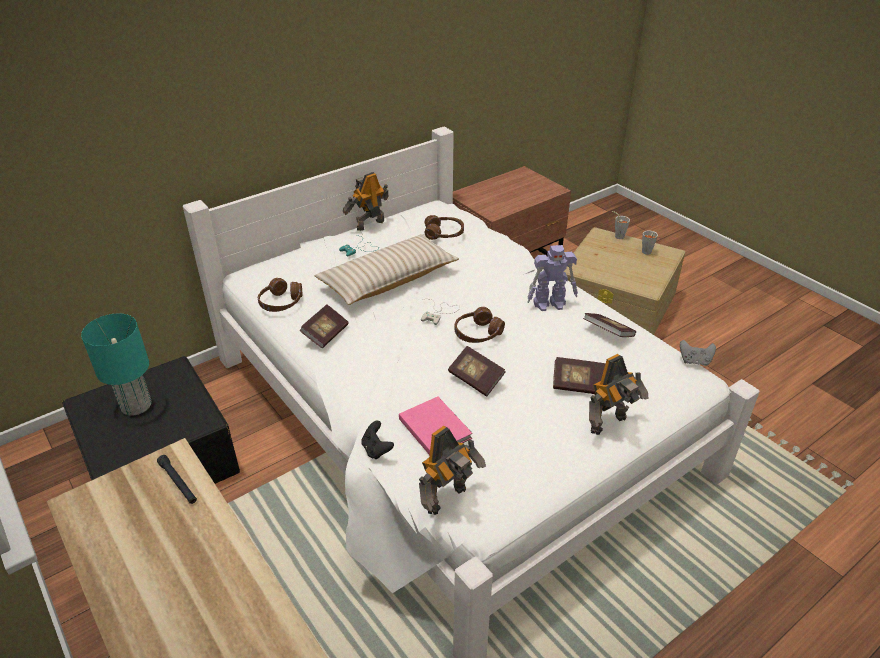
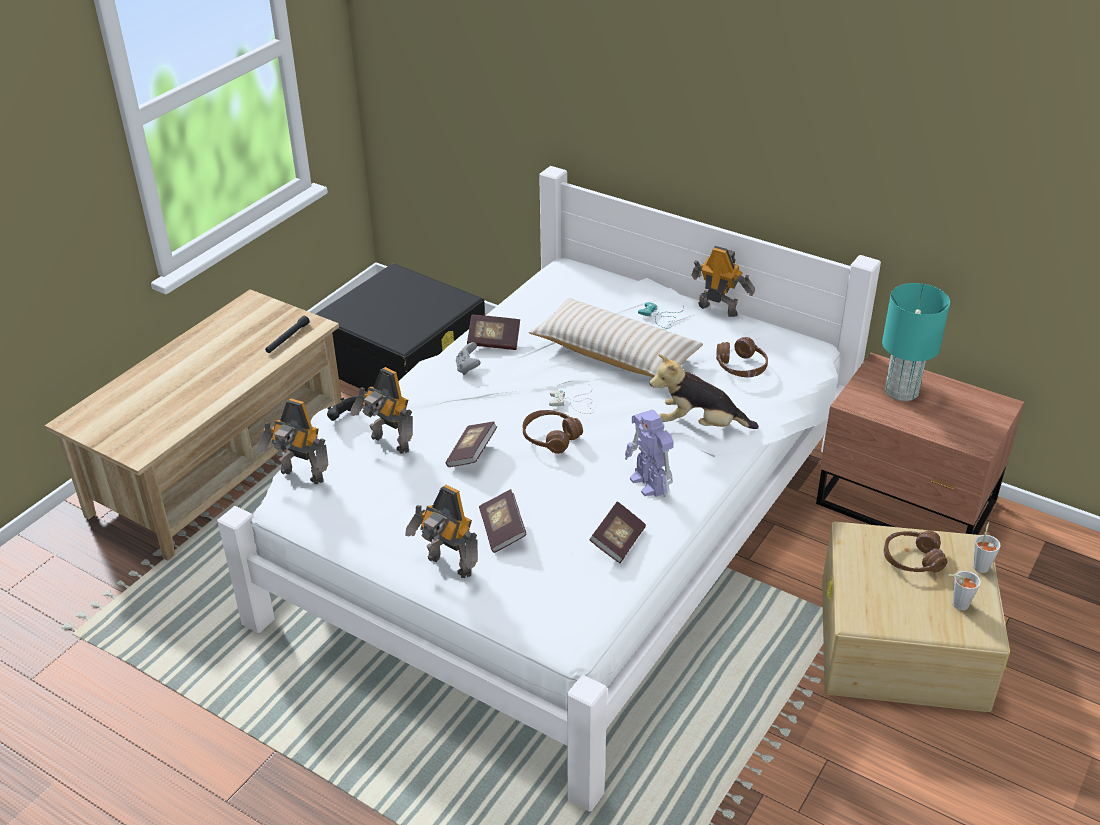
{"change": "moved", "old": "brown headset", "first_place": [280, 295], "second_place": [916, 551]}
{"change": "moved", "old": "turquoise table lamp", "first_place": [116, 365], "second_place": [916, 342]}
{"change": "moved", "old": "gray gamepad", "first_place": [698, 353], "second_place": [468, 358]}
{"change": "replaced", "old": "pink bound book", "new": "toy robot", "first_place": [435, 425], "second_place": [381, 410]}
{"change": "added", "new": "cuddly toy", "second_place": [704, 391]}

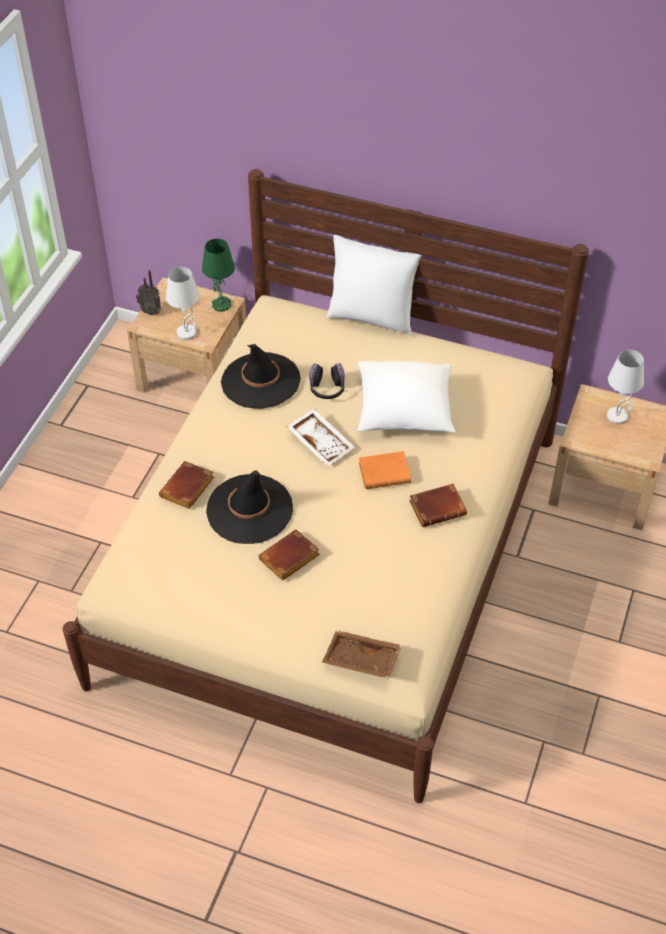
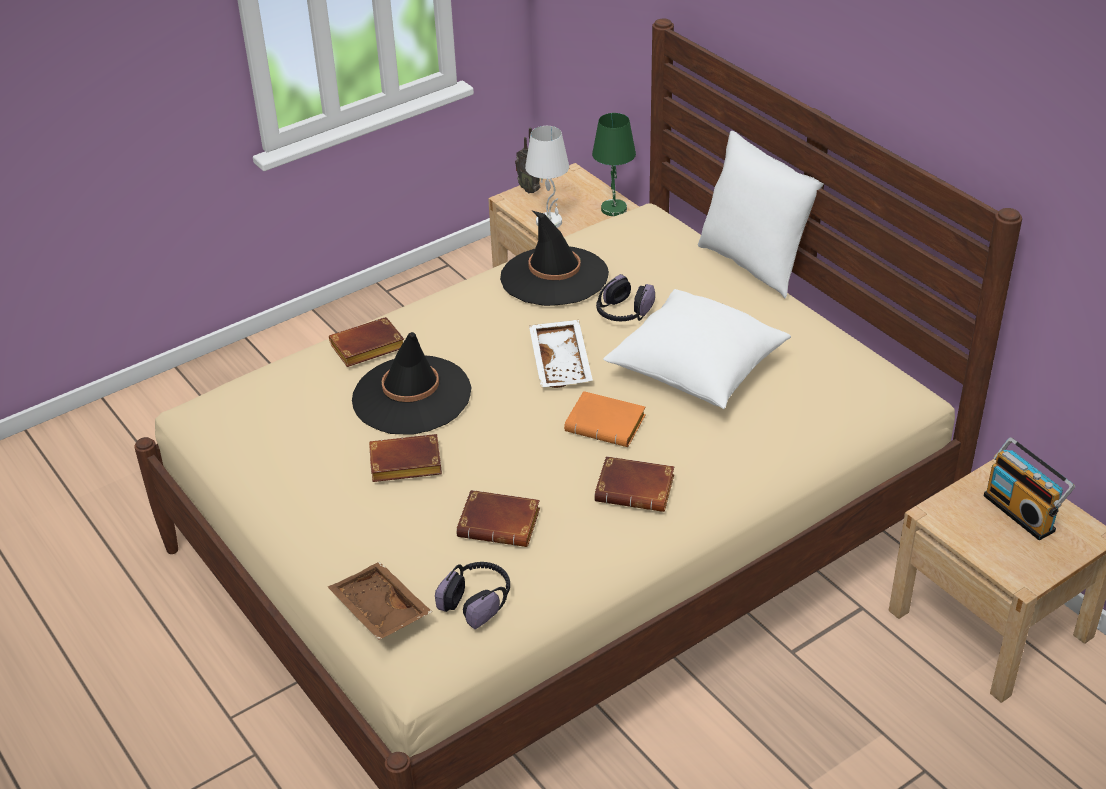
{"change": "replaced", "old": "white-coloured table lamp", "new": "radio receiver", "first_place": [625, 387], "second_place": [1029, 488]}
{"change": "added", "new": "brown bound book", "second_place": [498, 518]}
{"change": "added", "new": "headset", "second_place": [472, 595]}

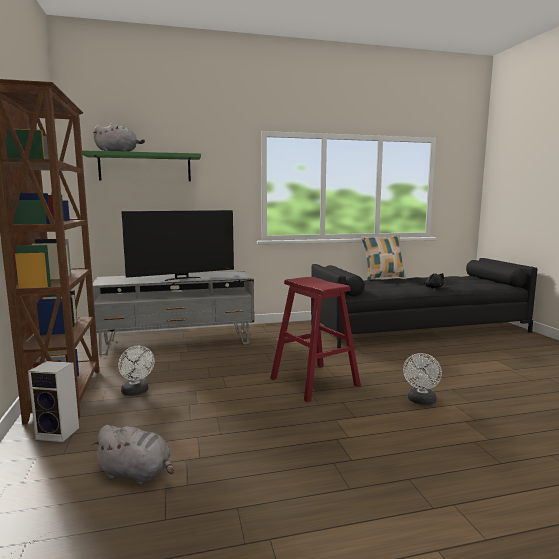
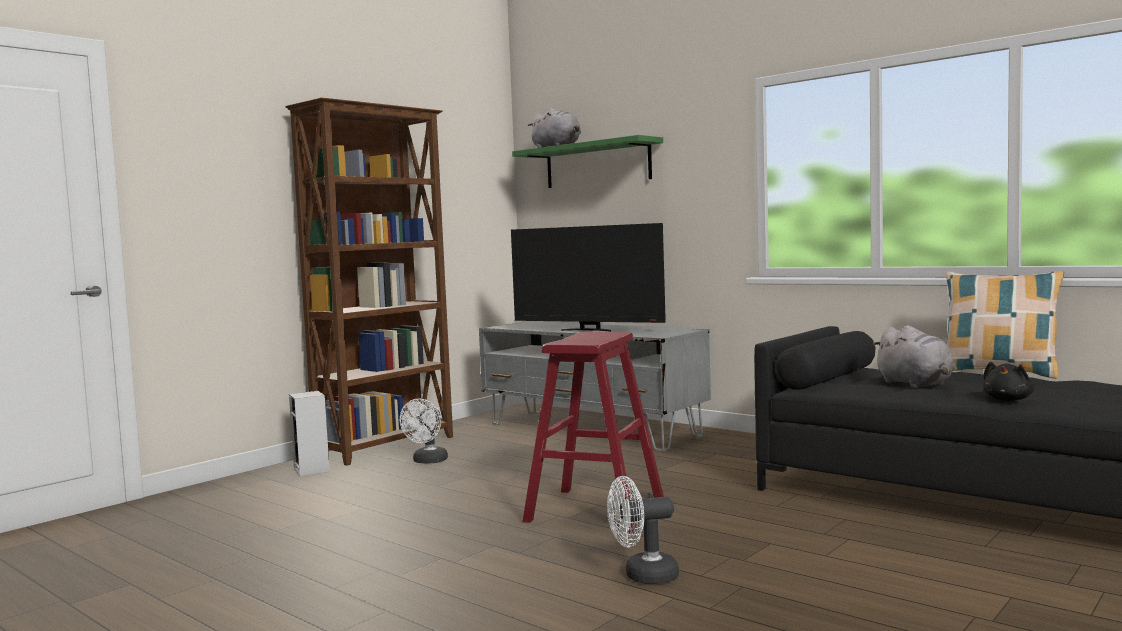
{"change": "moved", "old": "gray cuddly toy", "first_place": [132, 454], "second_place": [913, 356]}

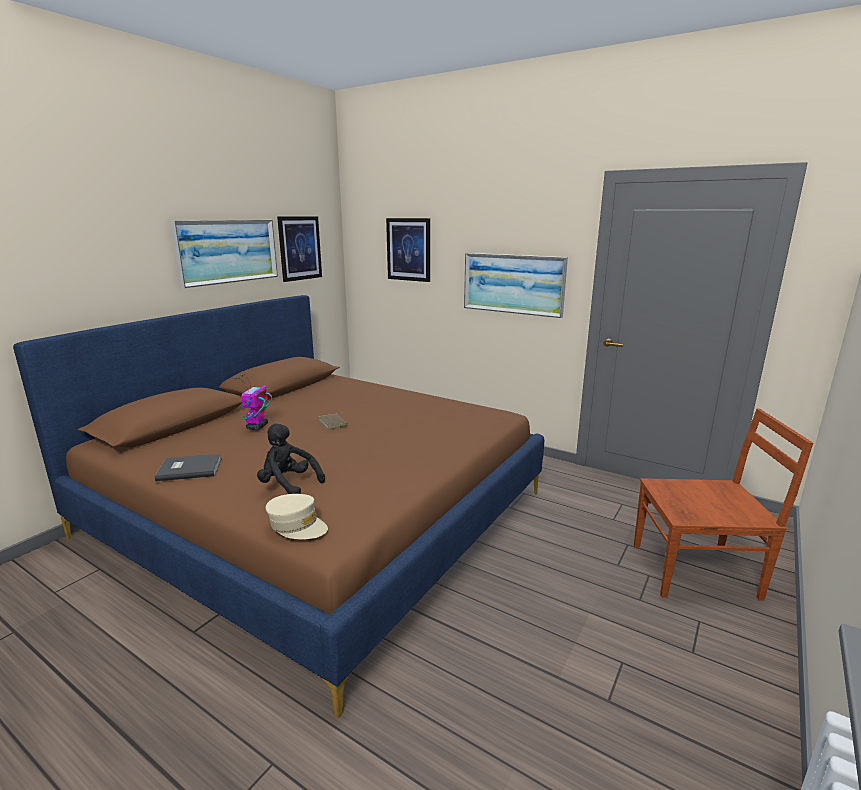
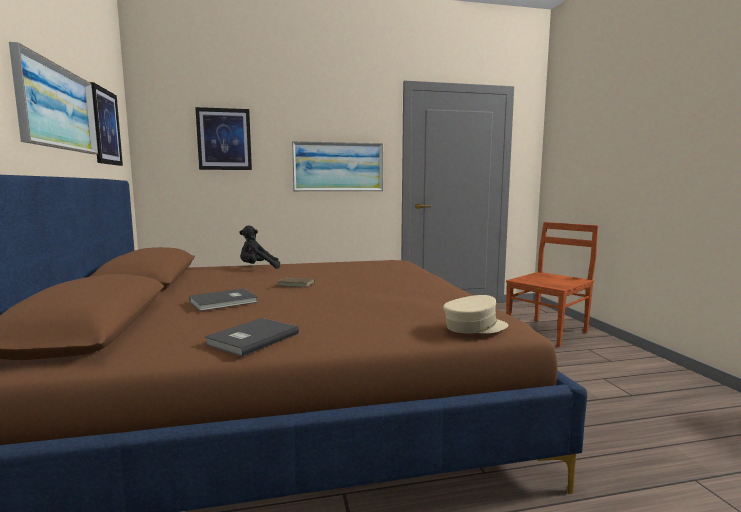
{"change": "replaced", "old": "toy robot", "new": "gray bound book", "first_place": [253, 402], "second_place": [223, 300]}
{"change": "moved", "old": "black-coloured cuddly toy", "first_place": [291, 459], "second_place": [259, 247]}

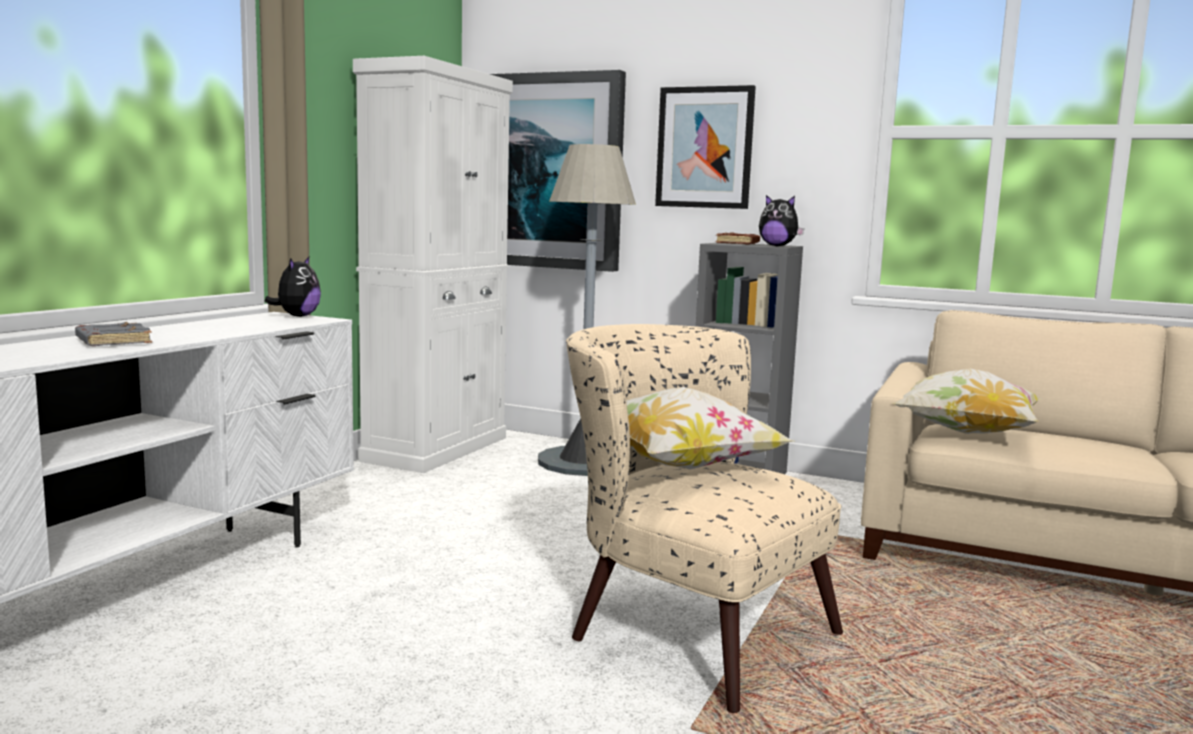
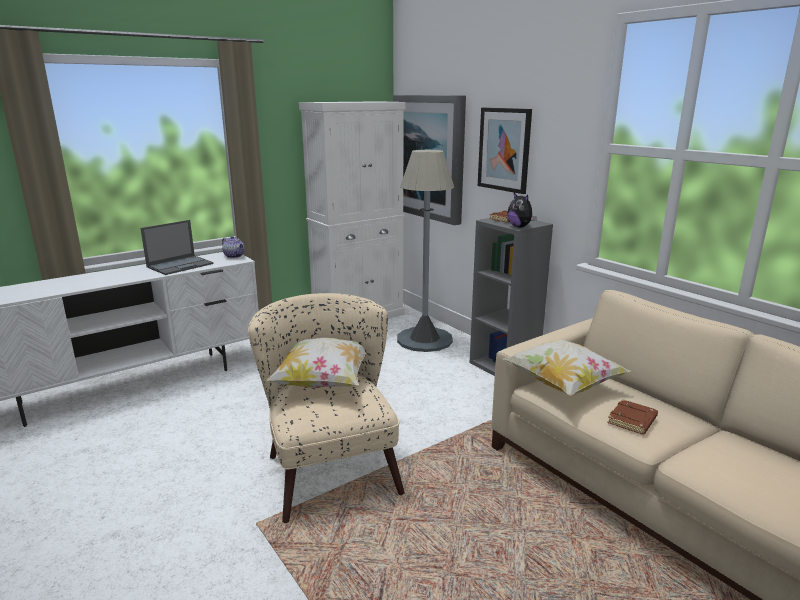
{"change": "replaced", "old": "cuddly toy", "new": "teapot", "first_place": [293, 287], "second_place": [233, 247]}
{"change": "removed", "old": "gray bound book", "first_place": [113, 334]}
{"change": "added", "new": "portable computer", "second_place": [177, 247]}
{"change": "added", "new": "brown bound book", "second_place": [632, 416]}

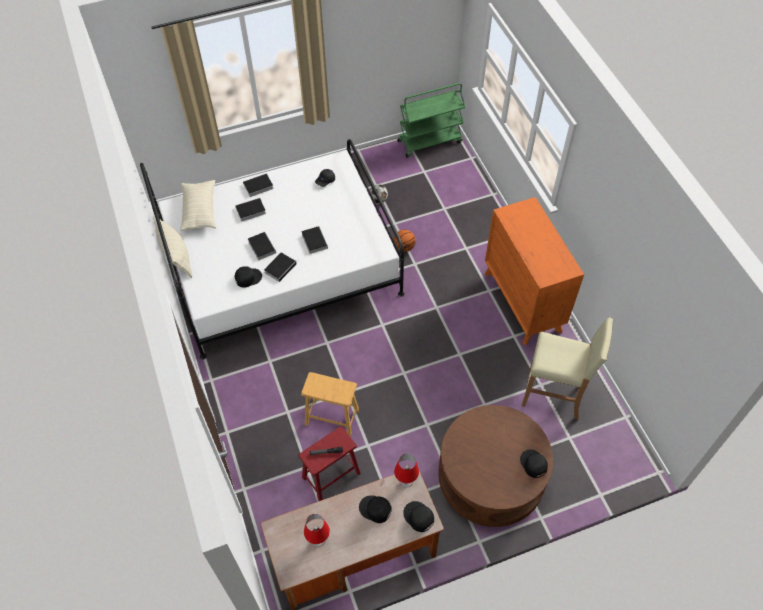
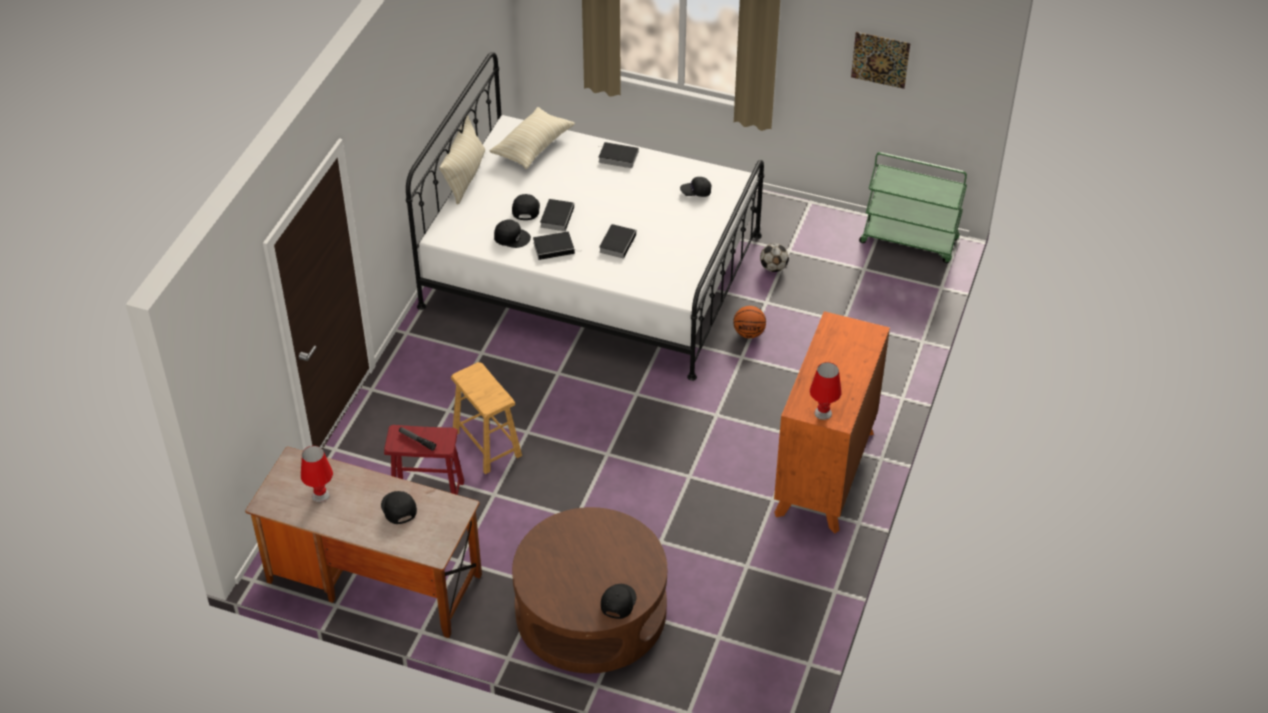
{"change": "removed", "old": "bound book", "first_place": [249, 209]}
{"change": "removed", "old": "sand-coloured stool", "first_place": [567, 369]}
{"change": "moved", "old": "red-coloured table lamp", "first_place": [406, 471], "second_place": [826, 391]}
{"change": "moved", "old": "black-coloured peaked cap", "first_place": [418, 516], "second_place": [526, 207]}
{"change": "added", "new": "wall picture", "second_place": [880, 60]}

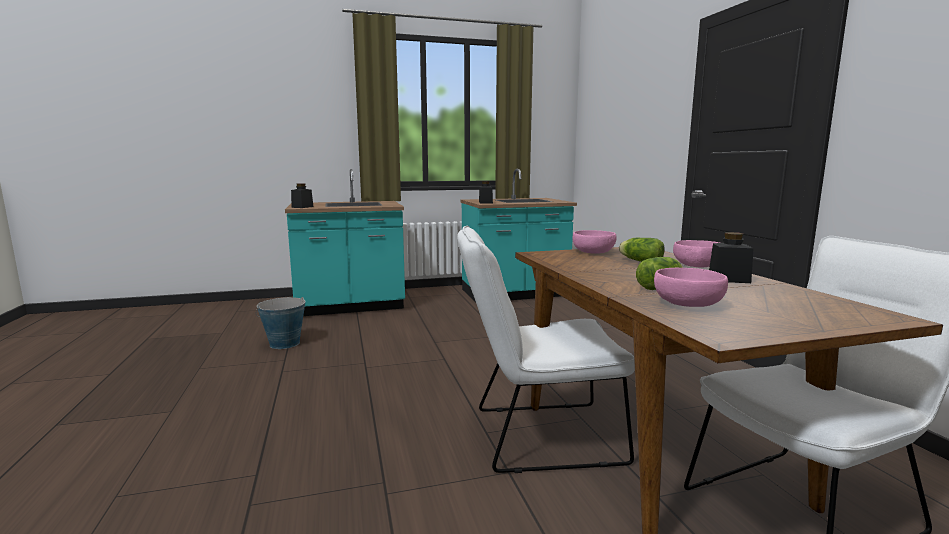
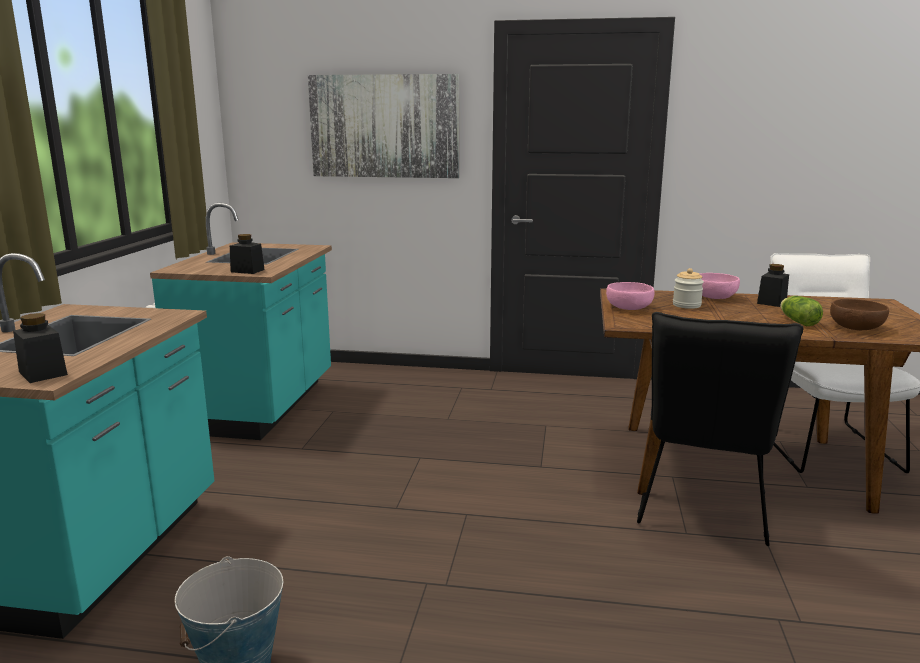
{"change": "recoloured", "old": "white-coloured chair", "new": "black-coloured chair", "first_place": [546, 349], "second_place": [720, 429]}
{"change": "replaced", "old": "head of lettuce", "new": "storage jar", "first_place": [642, 250], "second_place": [688, 288]}
{"change": "recoloured", "old": "pink bowl", "new": "brown bowl", "first_place": [691, 287], "second_place": [859, 314]}
{"change": "added", "new": "wall picture", "second_place": [383, 126]}

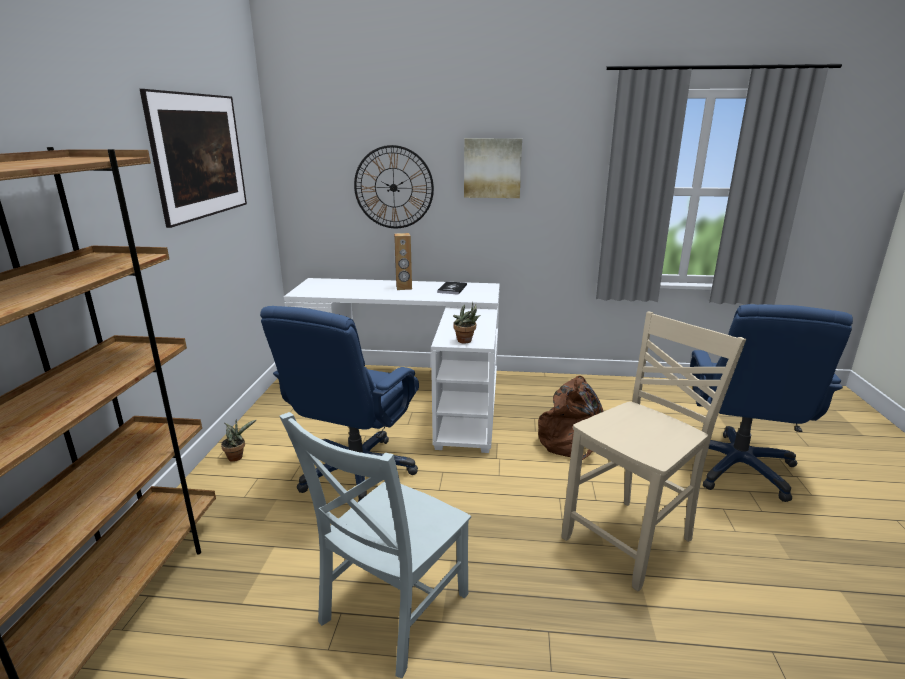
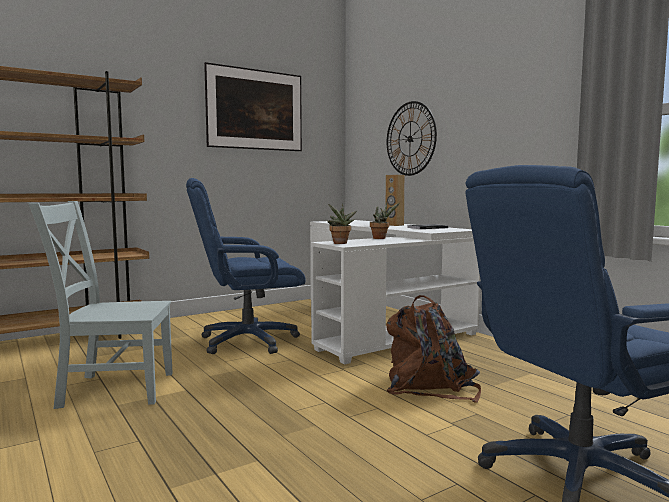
{"change": "removed", "old": "wall picture", "first_place": [493, 168]}
{"change": "removed", "old": "sand-coloured chair", "first_place": [654, 451]}
{"change": "moved", "old": "plant in a pot", "first_place": [239, 440], "second_place": [385, 220]}

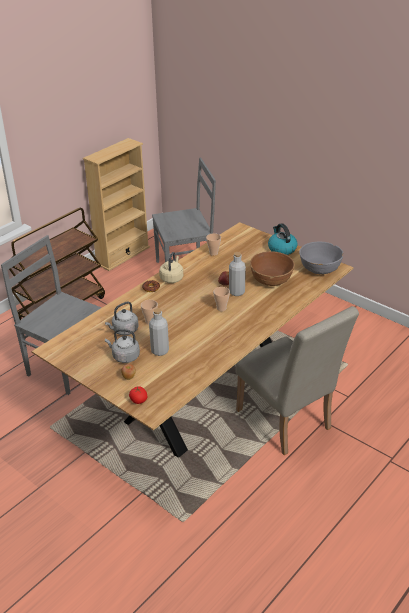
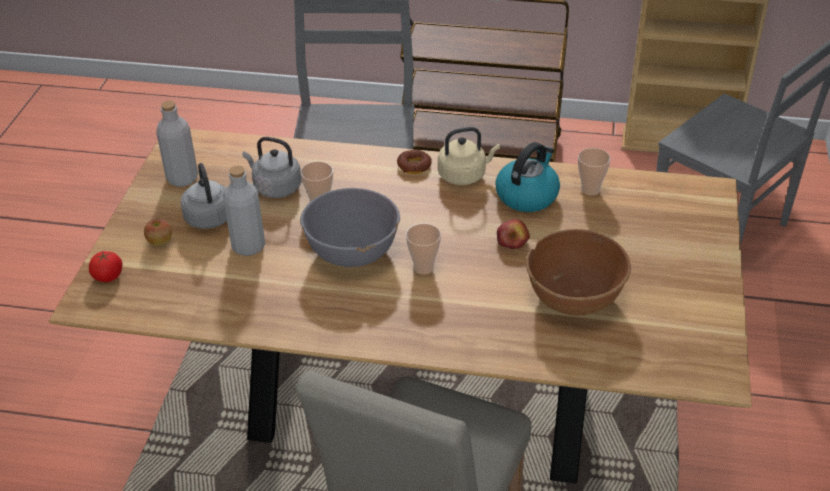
{"change": "moved", "old": "tea kettle", "first_place": [283, 239], "second_place": [527, 177]}
{"change": "moved", "old": "gray bowl", "first_place": [321, 257], "second_place": [350, 227]}
{"change": "moved", "old": "gray bottle", "first_place": [237, 274], "second_place": [177, 144]}

